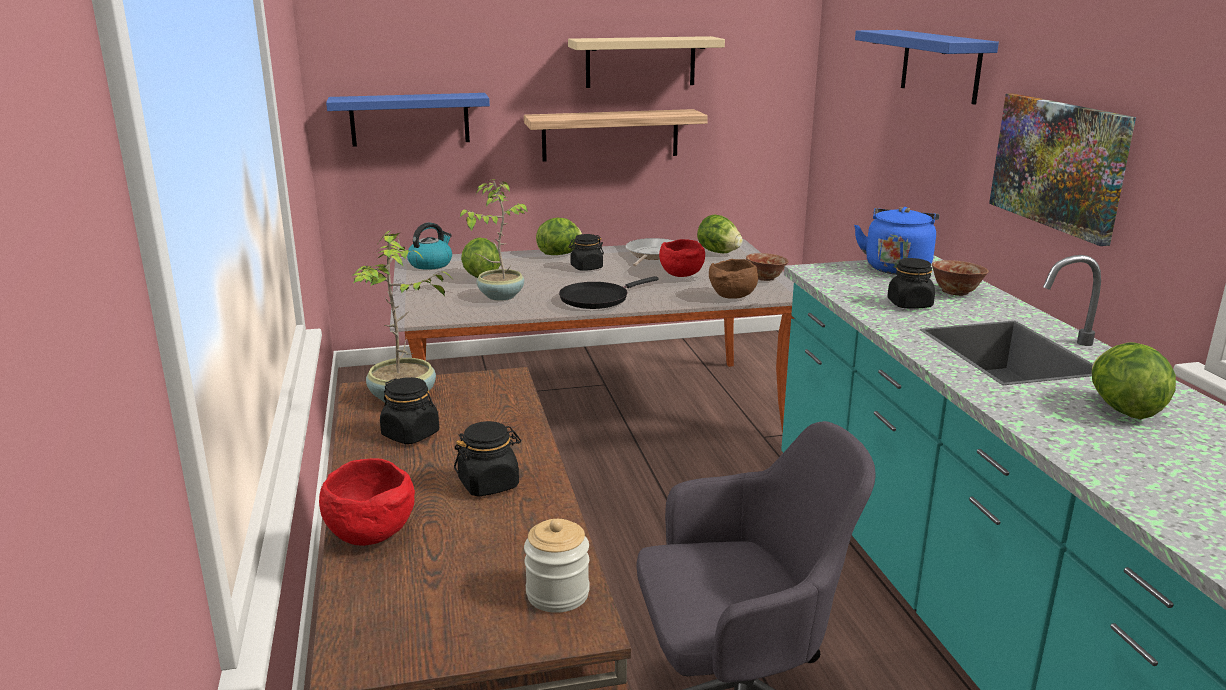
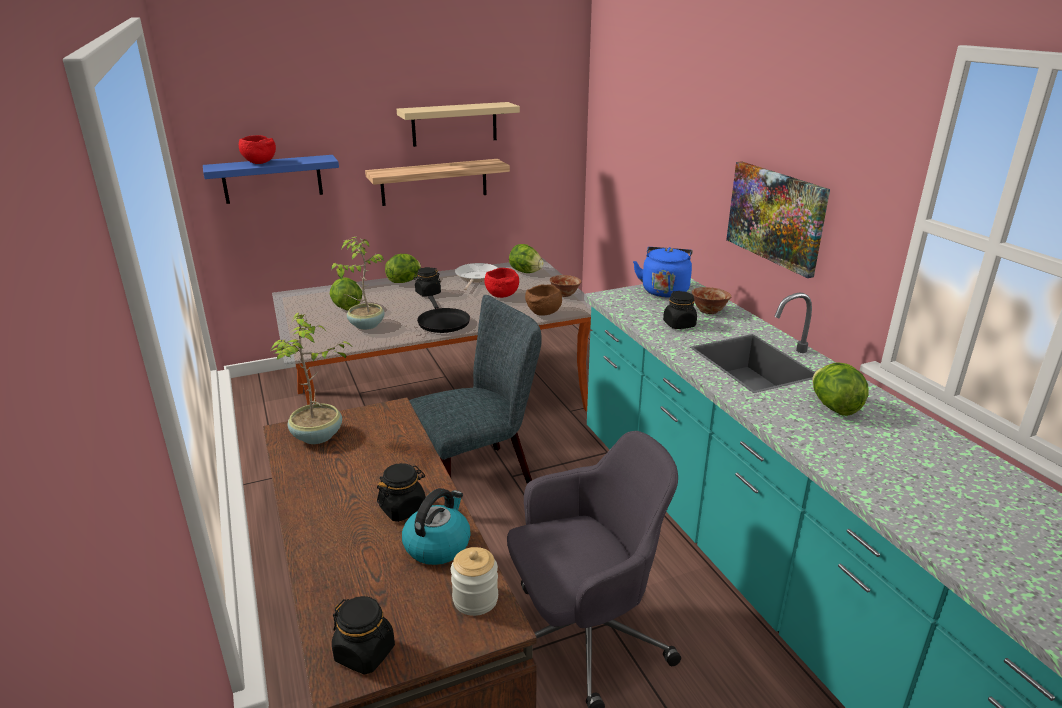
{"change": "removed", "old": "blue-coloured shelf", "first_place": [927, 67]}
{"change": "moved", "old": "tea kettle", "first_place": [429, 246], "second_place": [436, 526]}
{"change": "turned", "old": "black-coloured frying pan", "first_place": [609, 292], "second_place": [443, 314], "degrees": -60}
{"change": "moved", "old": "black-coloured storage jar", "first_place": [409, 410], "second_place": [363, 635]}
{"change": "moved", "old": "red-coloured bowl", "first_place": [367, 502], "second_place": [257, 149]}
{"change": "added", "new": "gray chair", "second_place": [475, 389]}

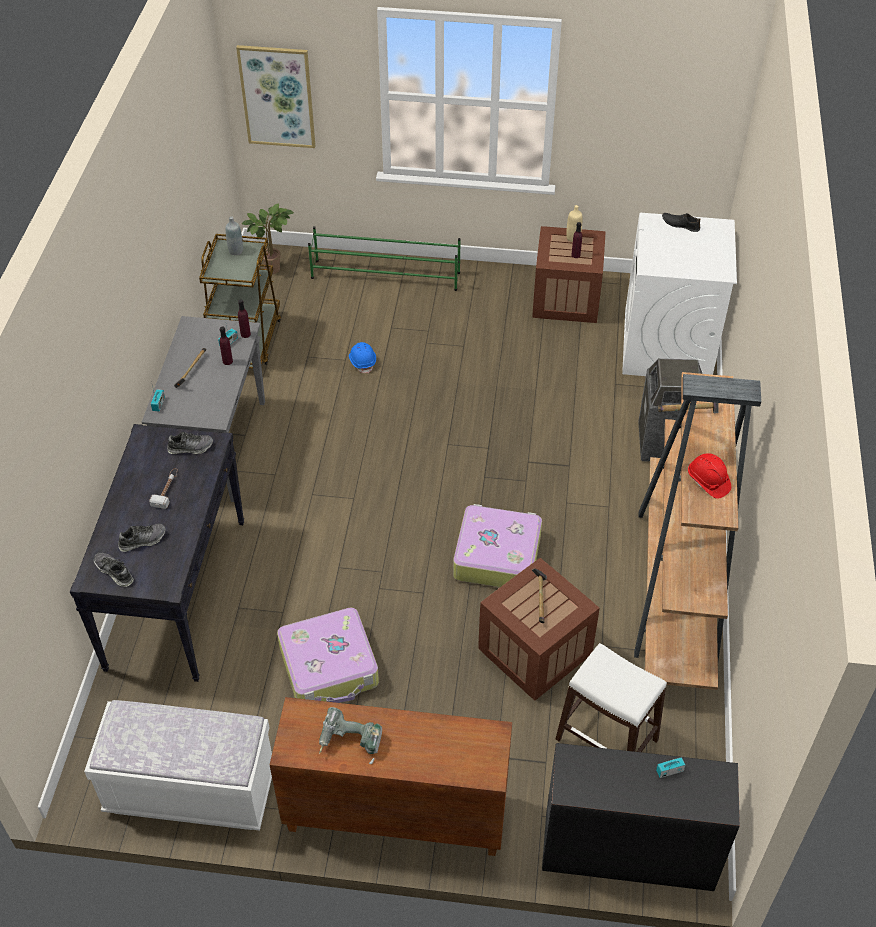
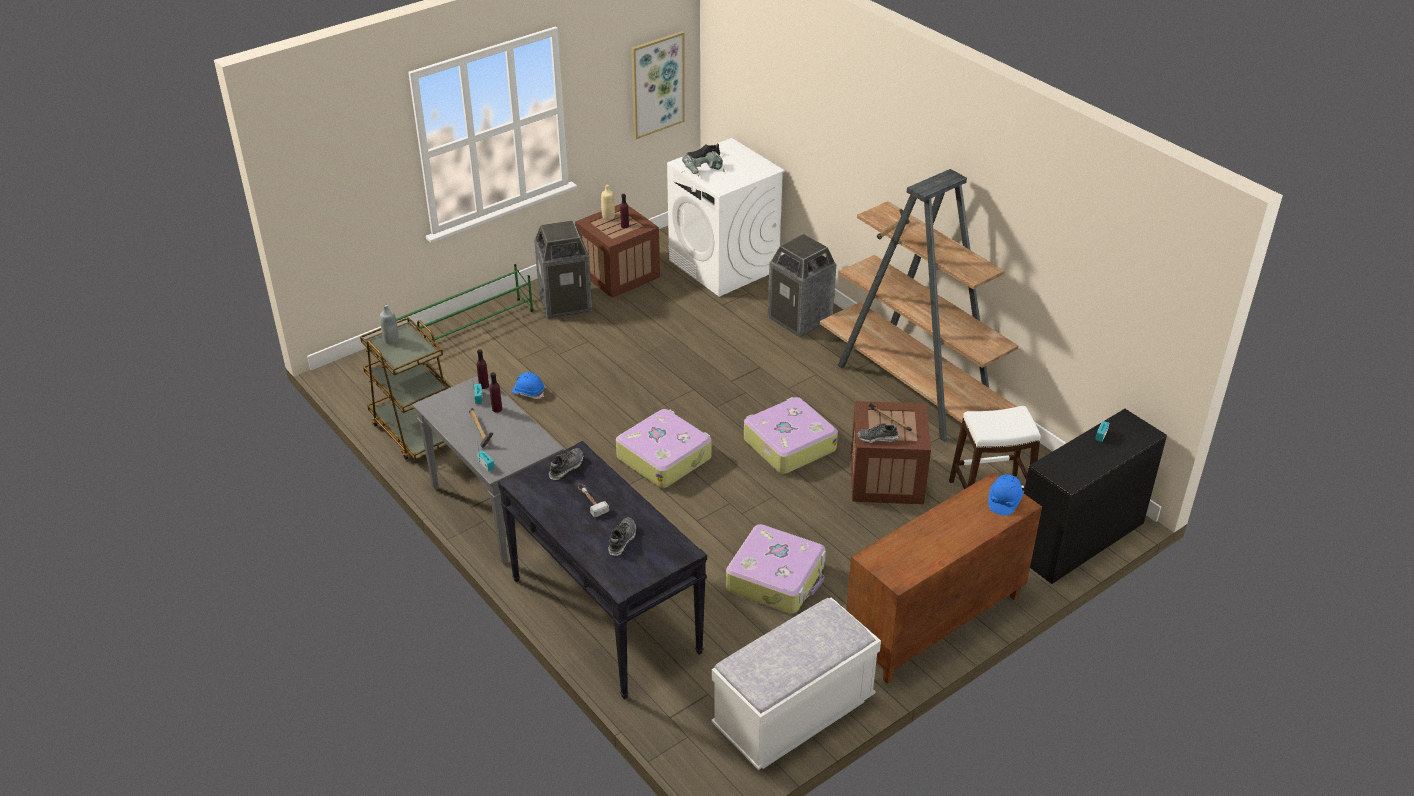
{"change": "moved", "old": "wall picture", "first_place": [275, 96], "second_place": [658, 85]}
{"change": "removed", "old": "plant in a pot", "first_place": [268, 239]}
{"change": "removed", "old": "red-coloured safety helmet", "first_place": [709, 476]}
{"change": "moved", "old": "shoe", "first_place": [113, 570], "second_place": [878, 433]}
{"change": "moved", "old": "power drill", "first_place": [350, 735], "second_place": [703, 163]}
{"change": "added", "new": "rubbish bin", "second_place": [563, 269]}
{"change": "added", "new": "piece of luggage", "second_place": [663, 448]}
{"change": "added", "new": "blue-coloured safety helmet", "second_place": [1005, 495]}

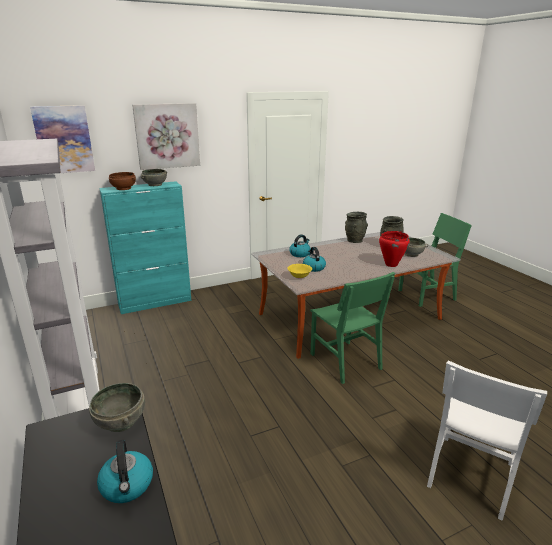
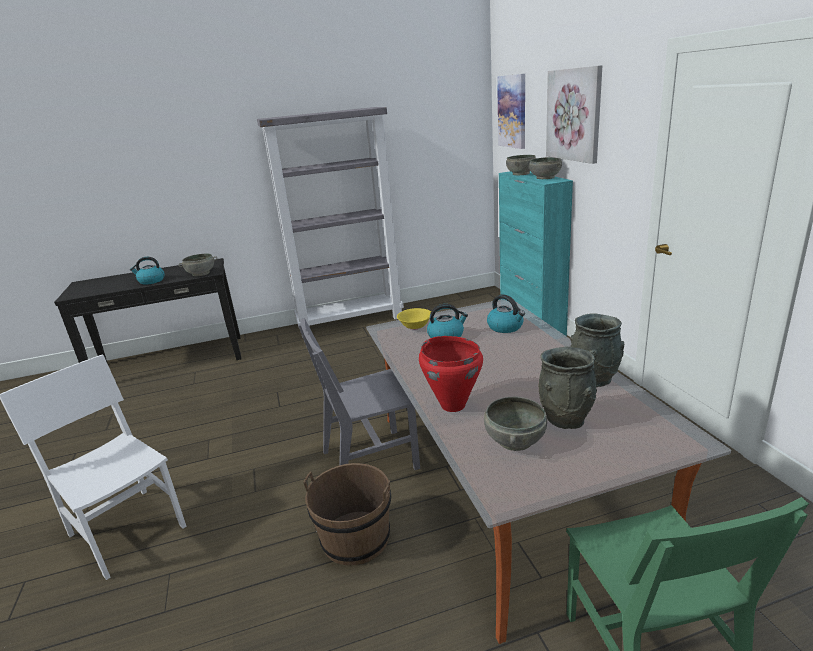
{"change": "recoloured", "old": "brown bowl", "new": "gray bowl", "first_place": [122, 181], "second_place": [521, 165]}
{"change": "recoloured", "old": "green-coloured chair", "new": "gray chair", "first_place": [352, 328], "second_place": [359, 394]}
{"change": "added", "new": "brown water bucket", "second_place": [347, 514]}

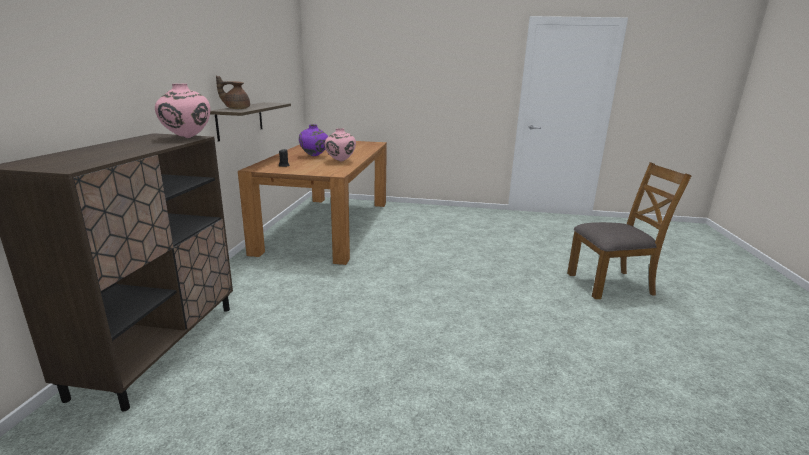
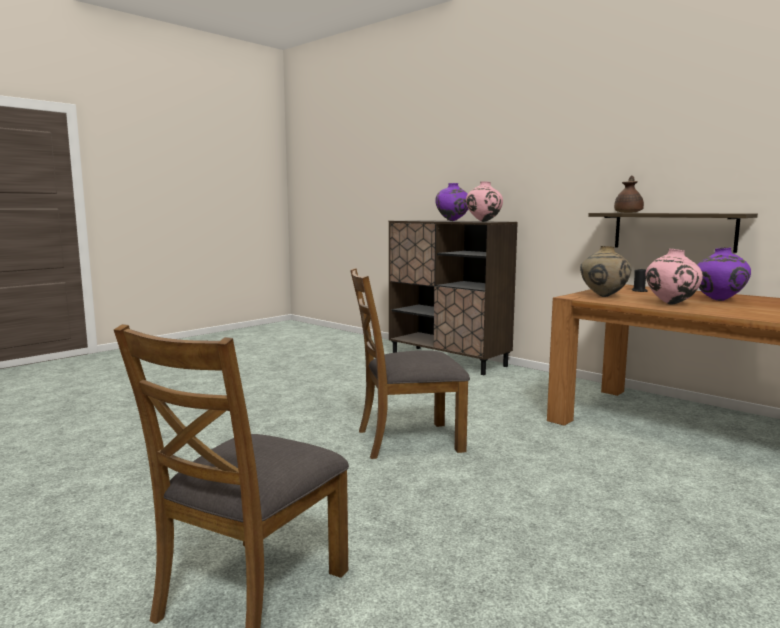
{"change": "added", "new": "purple-coloured vase", "second_place": [452, 202]}
{"change": "added", "new": "sand-coloured vase", "second_place": [605, 271]}
{"change": "added", "new": "brown chair", "second_place": [410, 363]}

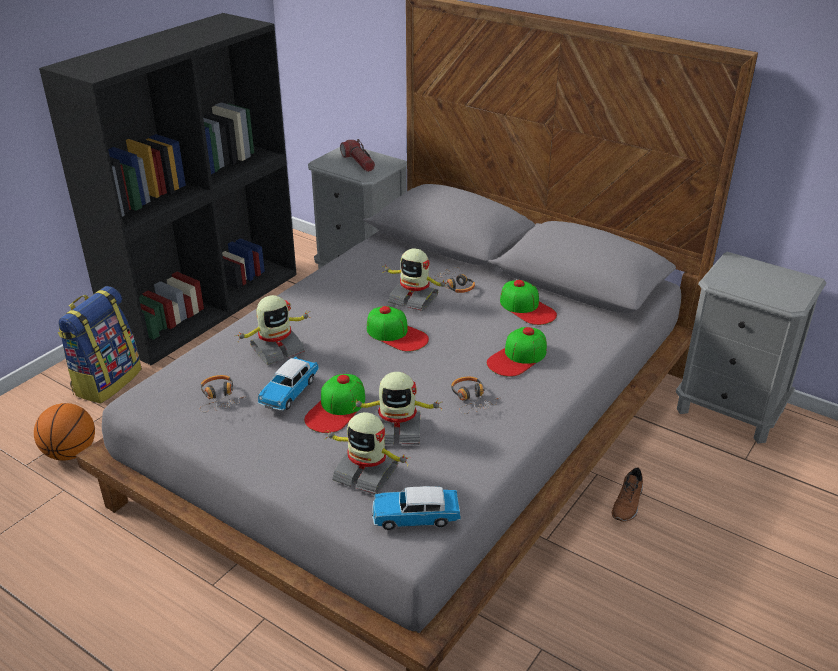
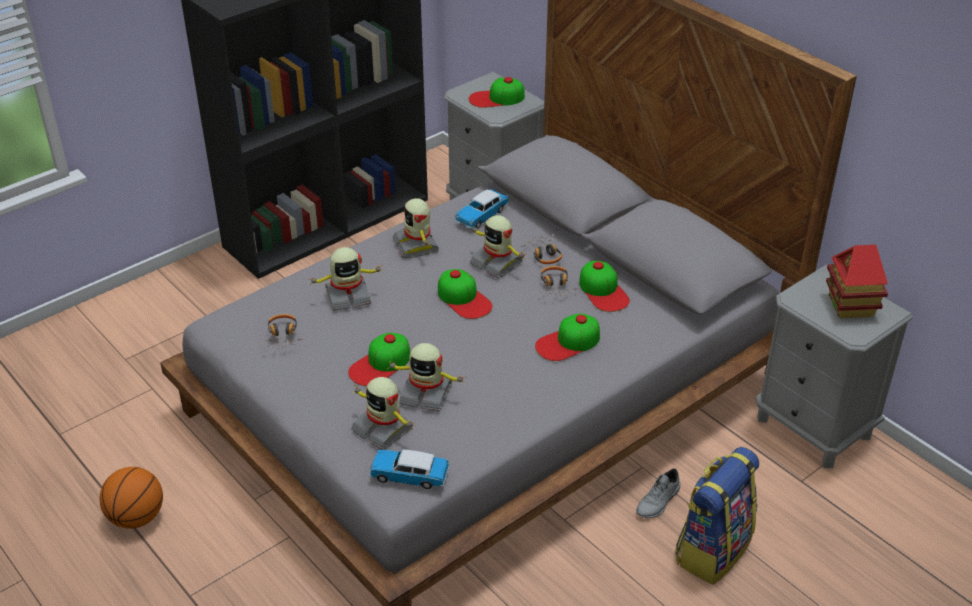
{"change": "replaced", "old": "flashlight", "new": "peaked cap", "first_place": [357, 155], "second_place": [497, 92]}
{"change": "moved", "old": "knapsack", "first_place": [100, 344], "second_place": [717, 516]}
{"change": "moved", "old": "model car", "first_place": [288, 384], "second_place": [482, 209]}
{"change": "moved", "old": "headset", "first_place": [475, 395], "second_place": [558, 281]}
{"change": "moved", "old": "basketball ball", "first_place": [64, 432], "second_place": [131, 498]}
{"change": "recoloured", "old": "brown shoe", "new": "gray shoe", "first_place": [627, 494], "second_place": [658, 493]}
{"change": "added", "new": "toy robot", "second_place": [416, 228]}
{"change": "added", "new": "miniature house", "second_place": [857, 281]}

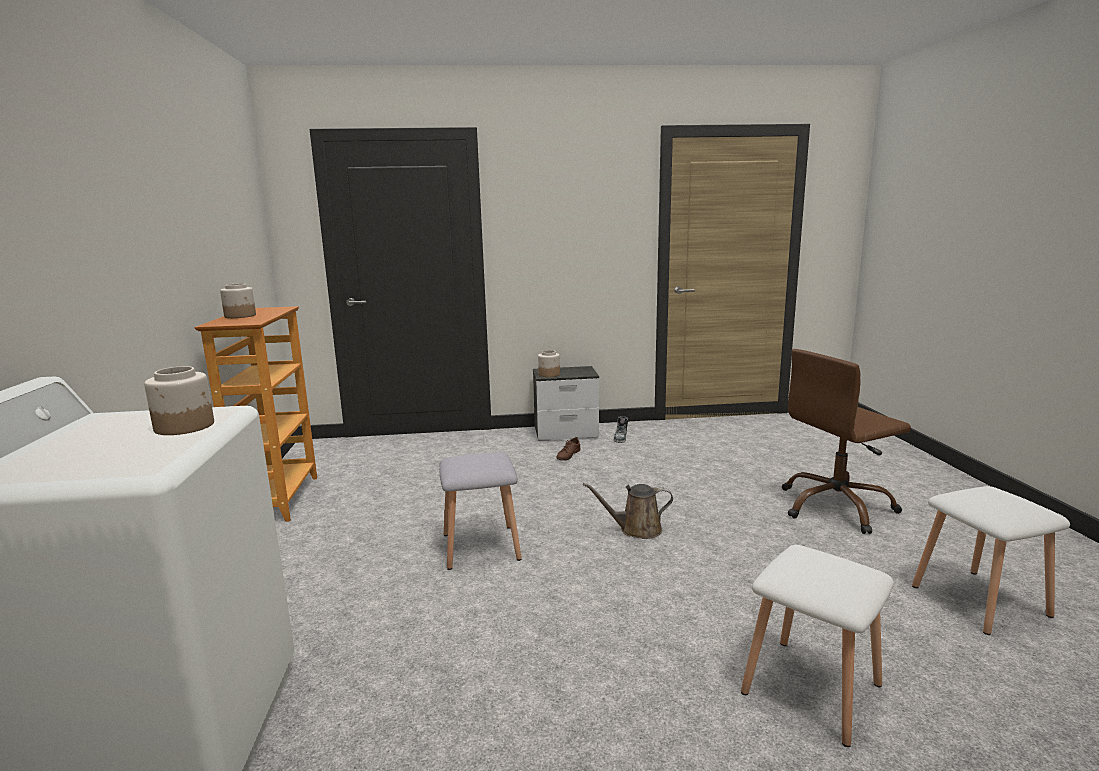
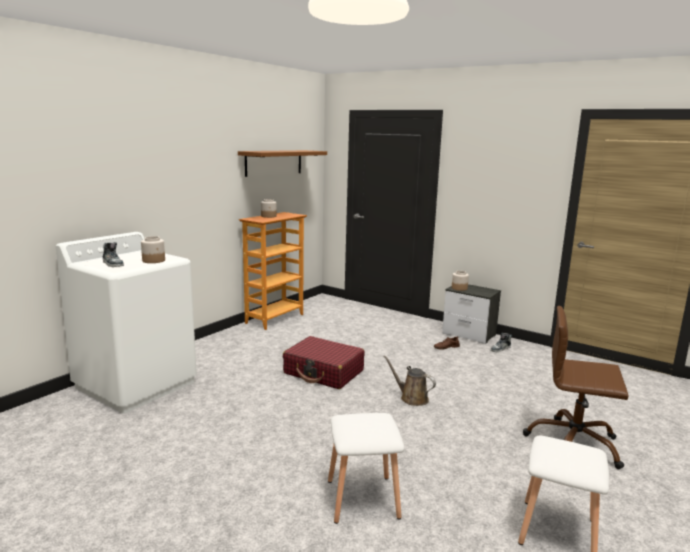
{"change": "replaced", "old": "gray stool", "new": "red-coloured piece of luggage", "first_place": [480, 511], "second_place": [323, 362]}
{"change": "added", "new": "brown shelf", "second_place": [282, 163]}
{"change": "added", "new": "shoe", "second_place": [113, 254]}

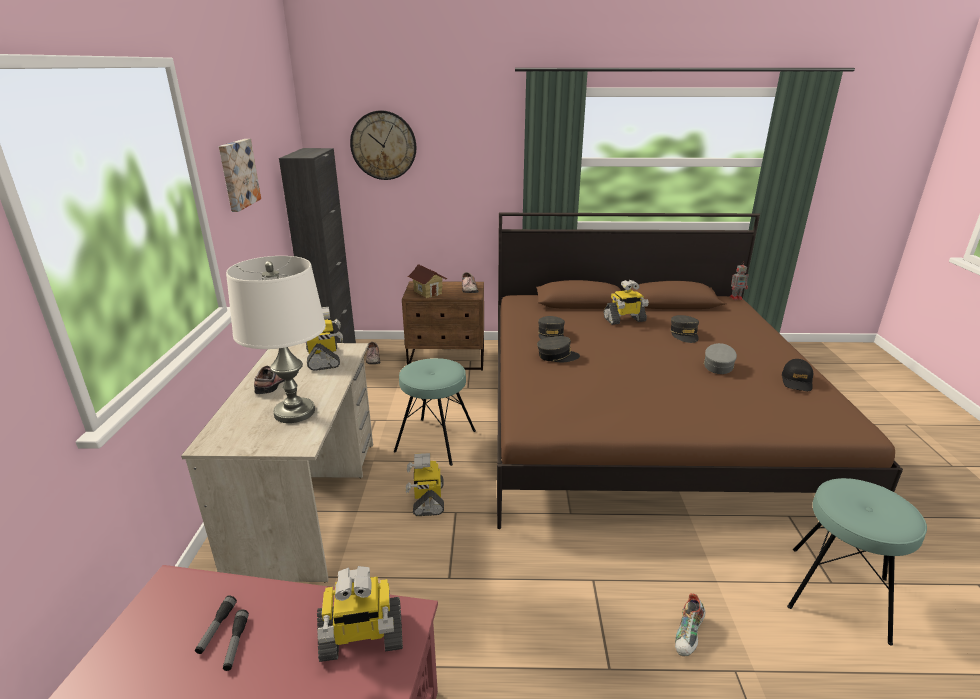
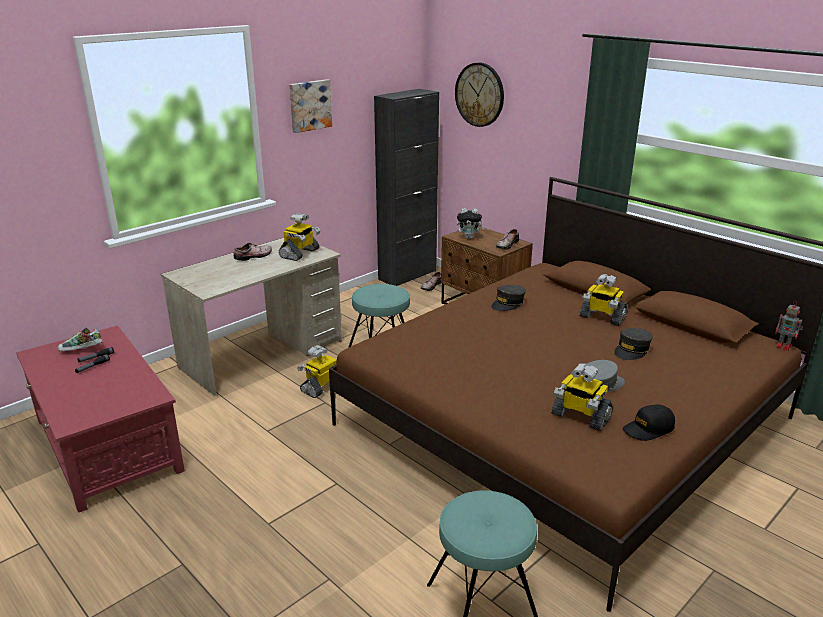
{"change": "removed", "old": "white-coloured table lamp", "first_place": [276, 339]}
{"change": "replaced", "old": "miniature house", "new": "cuddly toy", "first_place": [428, 281], "second_place": [471, 223]}
{"change": "removed", "old": "gray peaked cap", "first_place": [558, 349]}
{"change": "moved", "old": "toy robot", "first_place": [360, 614], "second_place": [582, 397]}
{"change": "moved", "old": "shoe", "first_place": [690, 624], "second_place": [80, 339]}

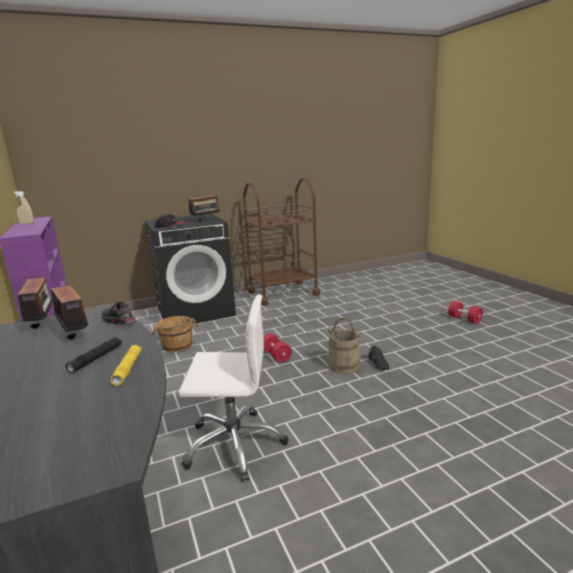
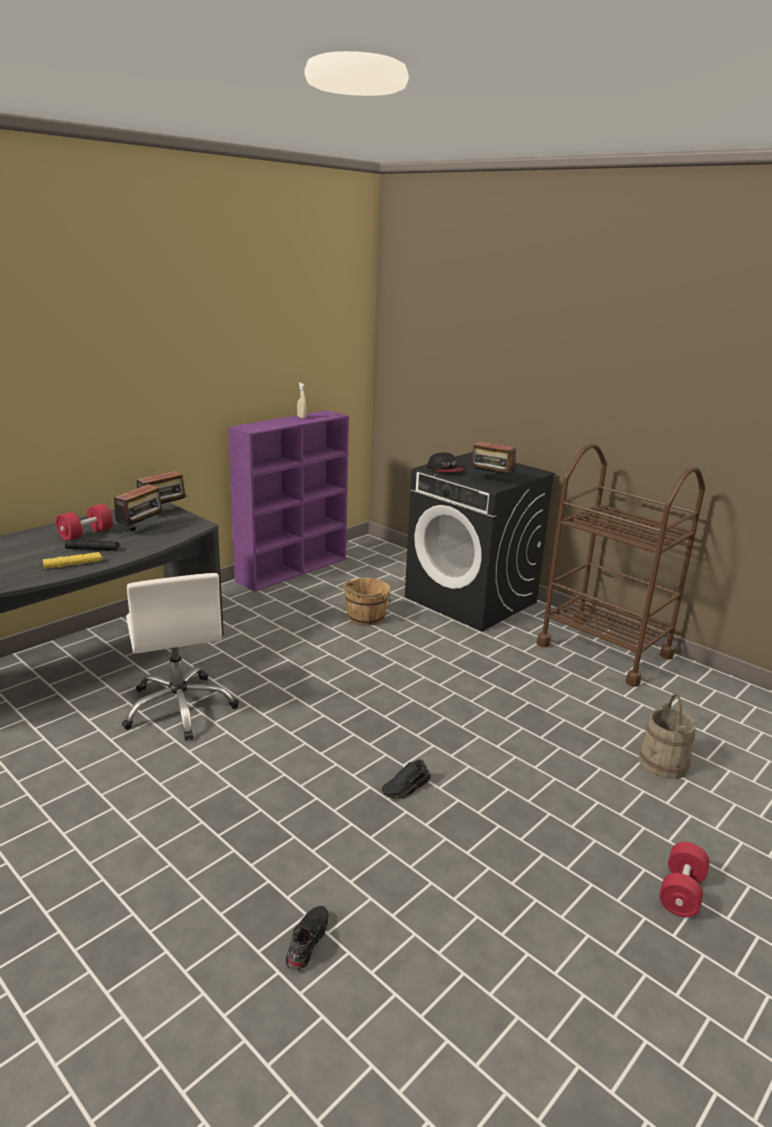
{"change": "moved", "old": "black-coloured shoe", "first_place": [118, 313], "second_place": [307, 938]}
{"change": "moved", "old": "sand-coloured water bucket", "first_place": [344, 346], "second_place": [667, 736]}
{"change": "moved", "old": "red-coloured free weight", "first_place": [278, 348], "second_place": [84, 522]}

